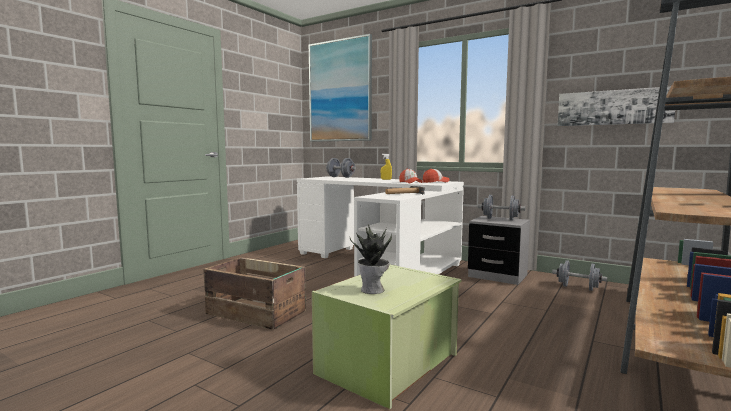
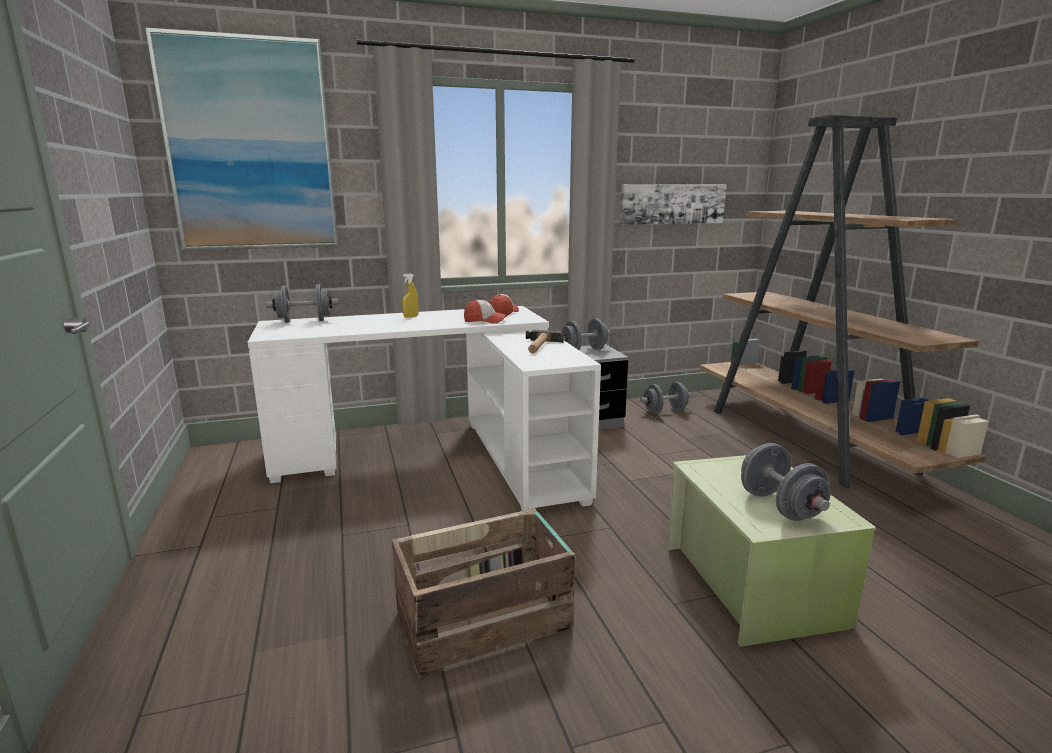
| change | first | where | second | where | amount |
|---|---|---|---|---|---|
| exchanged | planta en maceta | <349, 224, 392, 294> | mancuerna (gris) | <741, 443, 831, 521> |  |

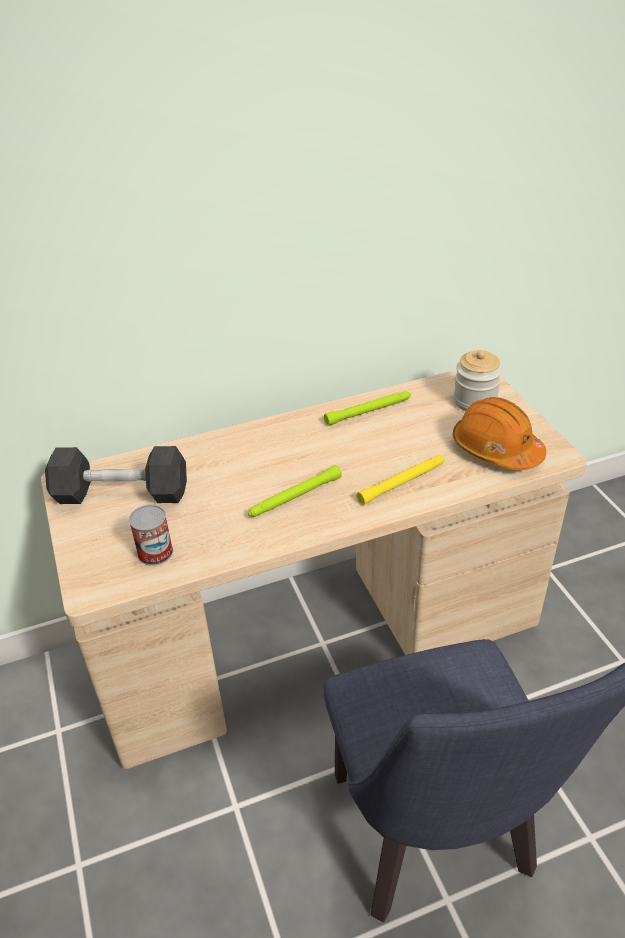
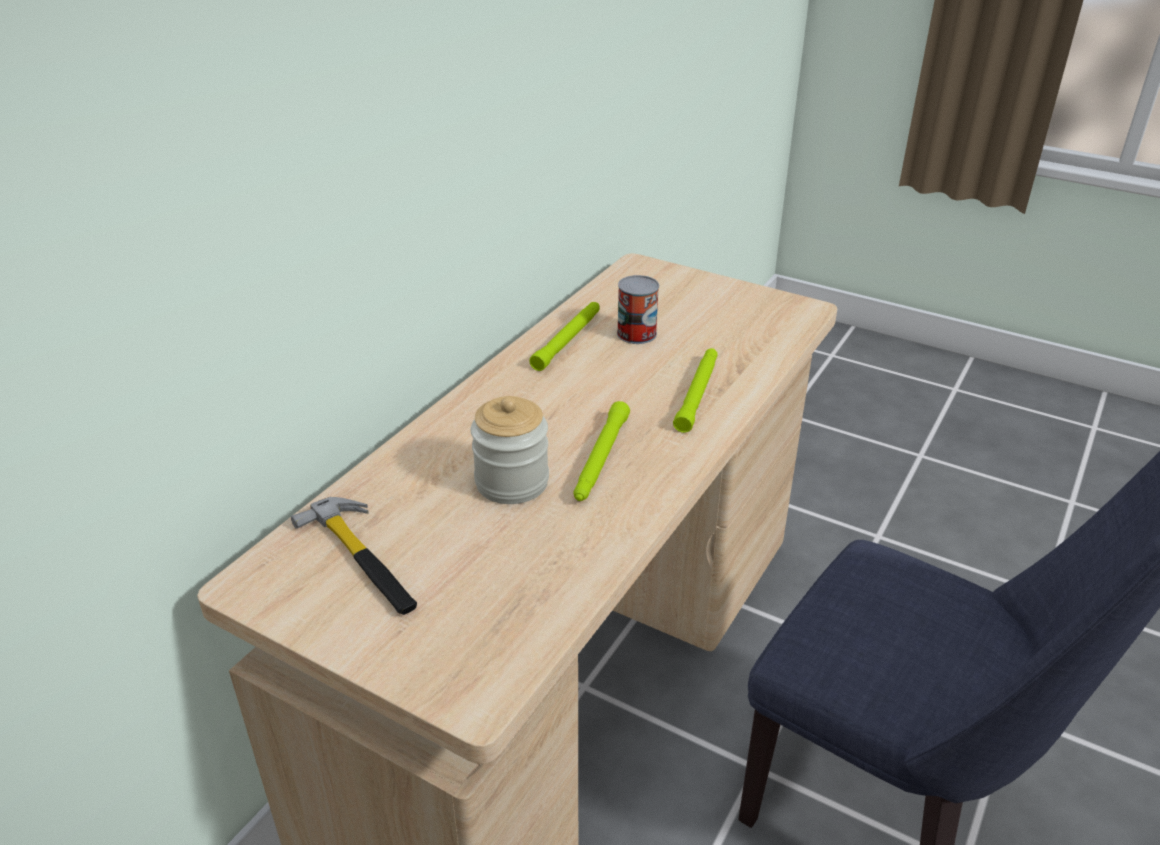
| change | first | where | second | where | amount |
|---|---|---|---|---|---|
| exchanged | mancuerna (gris) | <45, 446, 187, 504> | martillo | <291, 497, 417, 615> |  |
| relocated | lata | <129, 505, 173, 566> |  | <617, 275, 659, 344> |  |
| colour | linterna (amarillo) | <357, 455, 445, 505> | linterna (verde) | <673, 348, 718, 433> |  |
| missing | casco (naranja) | <453, 397, 546, 470> |  |  |  |
| relocated | tarro | <454, 350, 502, 411> |  | <471, 396, 549, 504> |  |

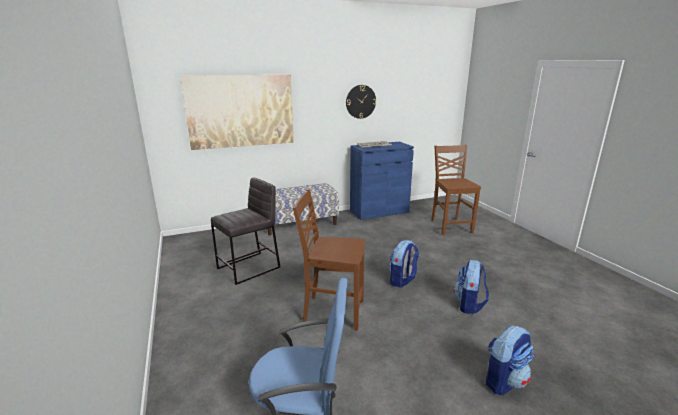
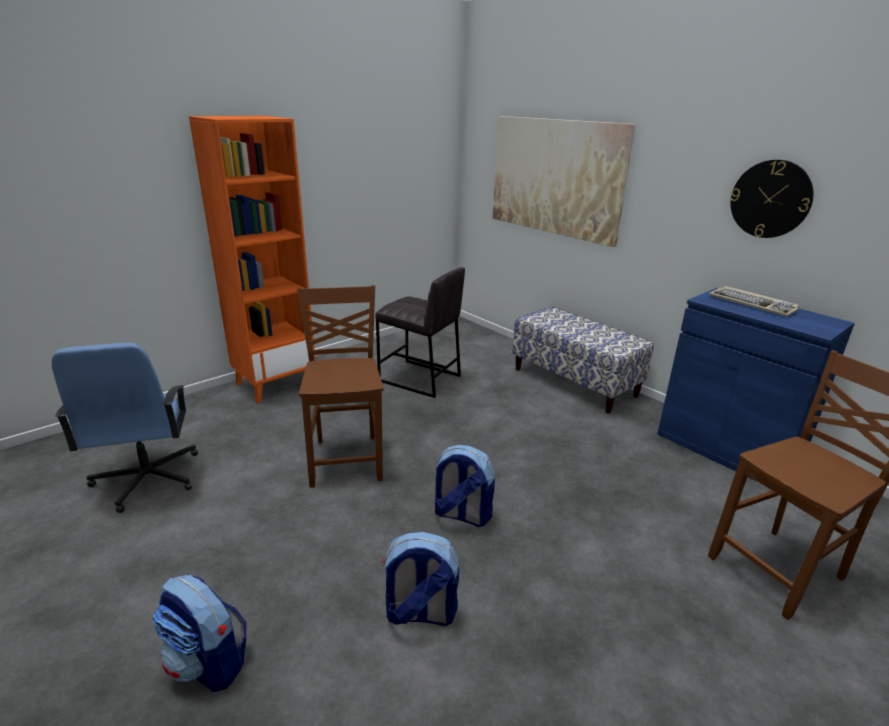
| change | first | where | second | where | amount |
|---|---|---|---|---|---|
| appeared |  |  | estantería (naranja) | <189, 116, 315, 403> |  |

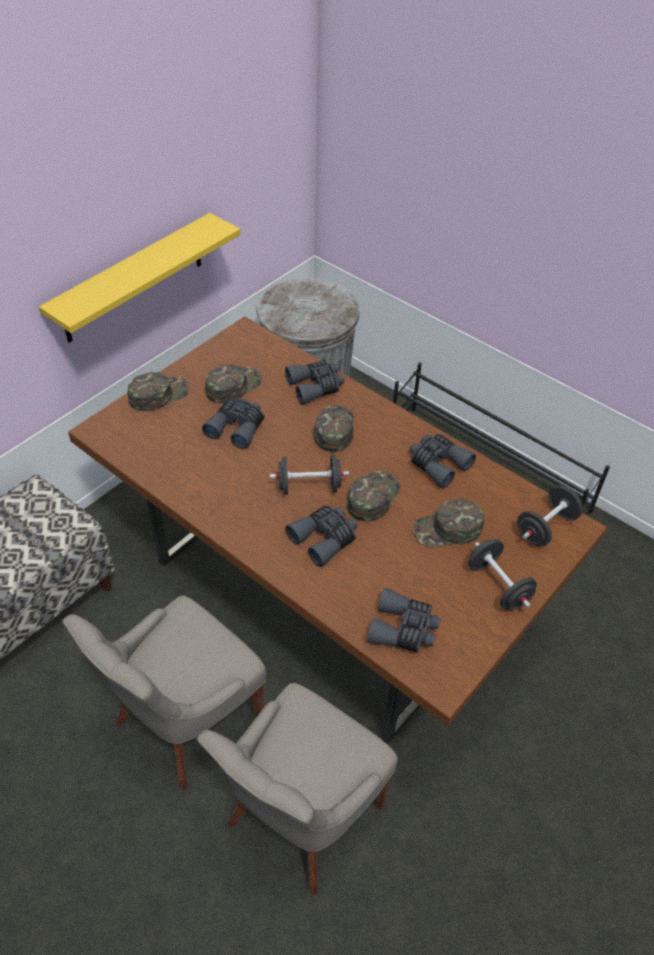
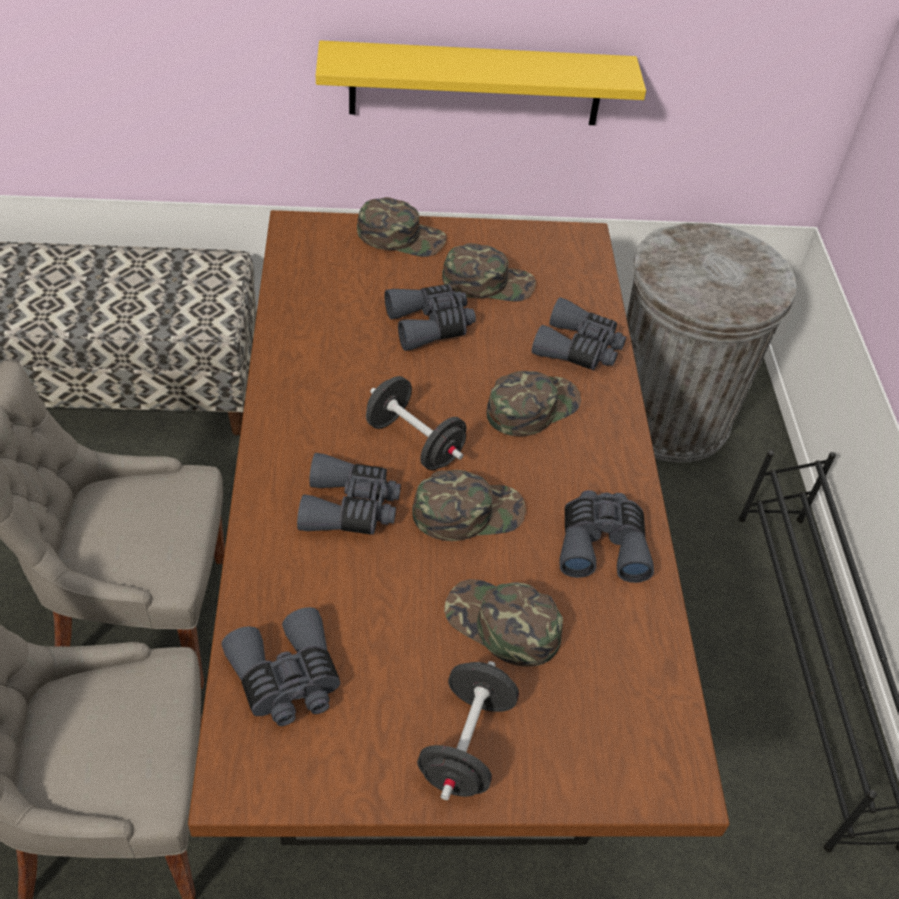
| change | first | where | second | where | amount |
|---|---|---|---|---|---|
| missing | mancuerna (negro) | <517, 485, 583, 547> |  |  |  |

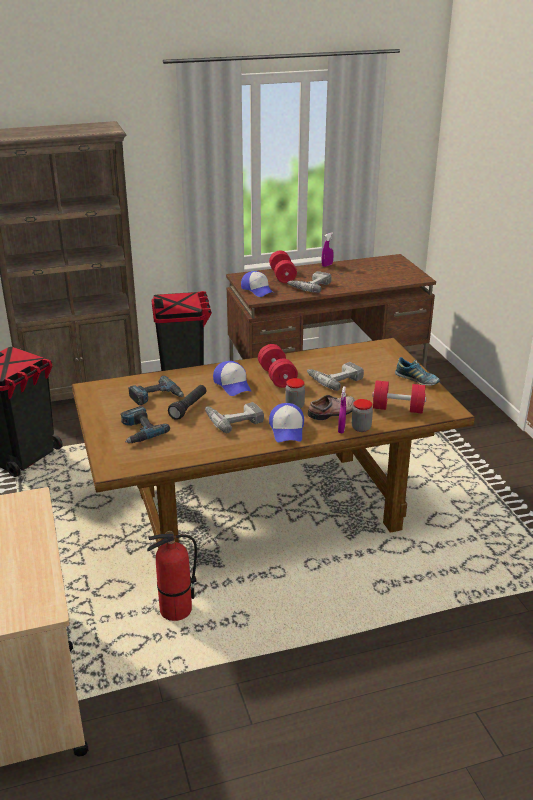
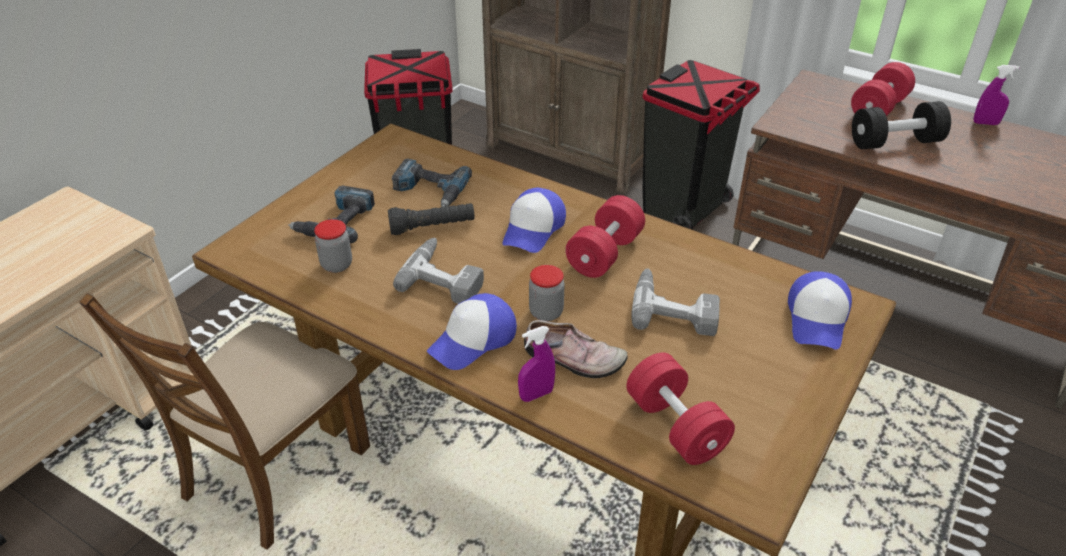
| change | first | where | second | where | amount |
|---|---|---|---|---|---|
| exchanged | extintor | <147, 531, 197, 621> | silla (marrón) | <79, 293, 370, 550> |  |
| relocated | gorra | <241, 271, 273, 297> |  | <788, 271, 852, 350> |  |
| exchanged | taladro | <287, 271, 332, 293> | mancuerna (negro) | <852, 101, 951, 149> |  |
| relocated | tarro | <352, 399, 373, 432> |  | <314, 219, 352, 273> |  |
| missing | zapato | <395, 357, 440, 386> |  |  |  |

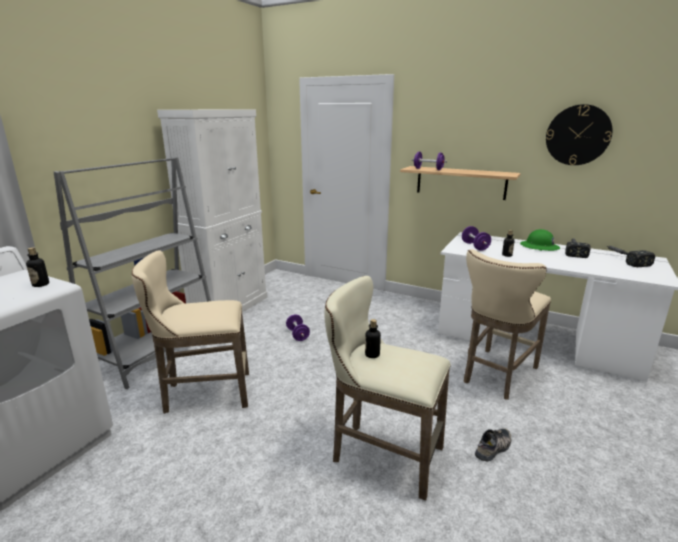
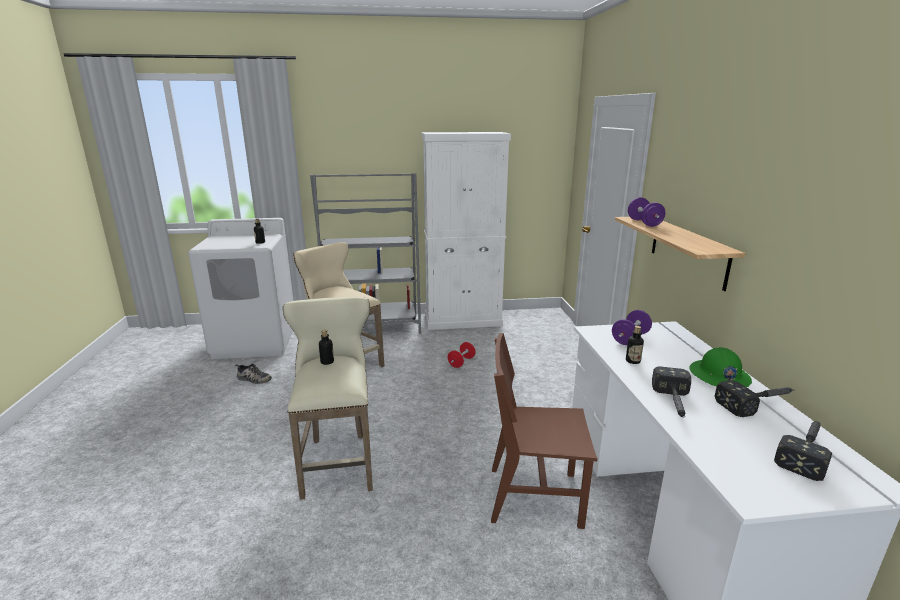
| change | first | where | second | where | amount |
|---|---|---|---|---|---|
| colour | mancuerna (morado) | <286, 314, 310, 341> | mancuerna (rojo) | <448, 342, 476, 368> |  |
| exchanged | taburete (beis) | <463, 249, 551, 400> | silla (marrón) | <491, 333, 597, 529> |  |
| relocated | zapato | <475, 428, 511, 461> |  | <235, 364, 272, 384> |  |
| missing | reloj de pared | <546, 104, 612, 165> |  |  |  |
| appeared |  |  | martillo | <652, 366, 691, 417> |  |

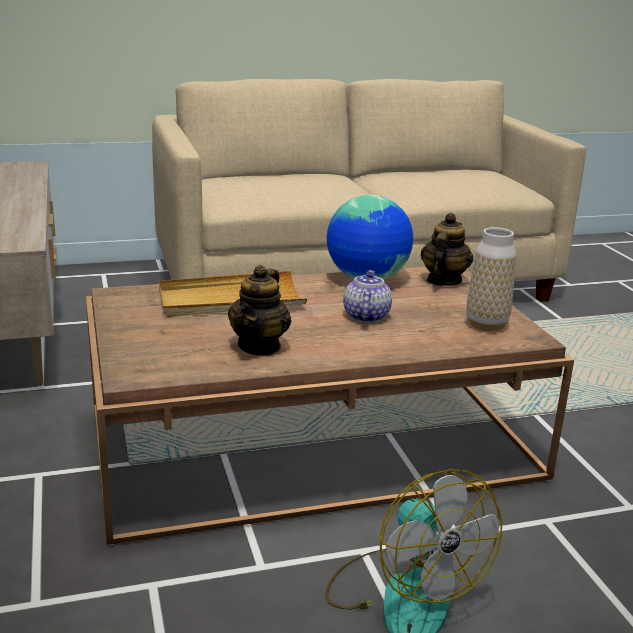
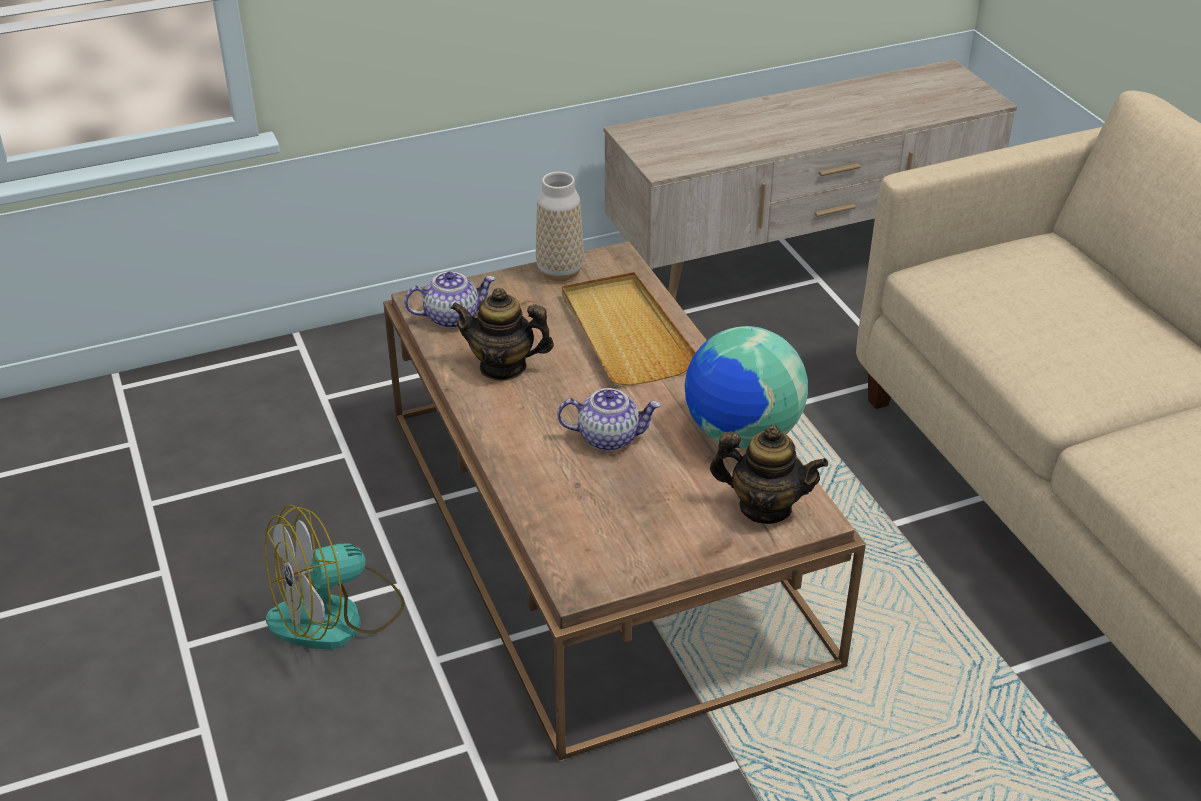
| change | first | where | second | where | amount |
|---|---|---|---|---|---|
| relocated | florero | <466, 227, 516, 332> |  | <536, 172, 584, 281> |  |
| appeared |  |  | tetera | <404, 272, 495, 328> |  |

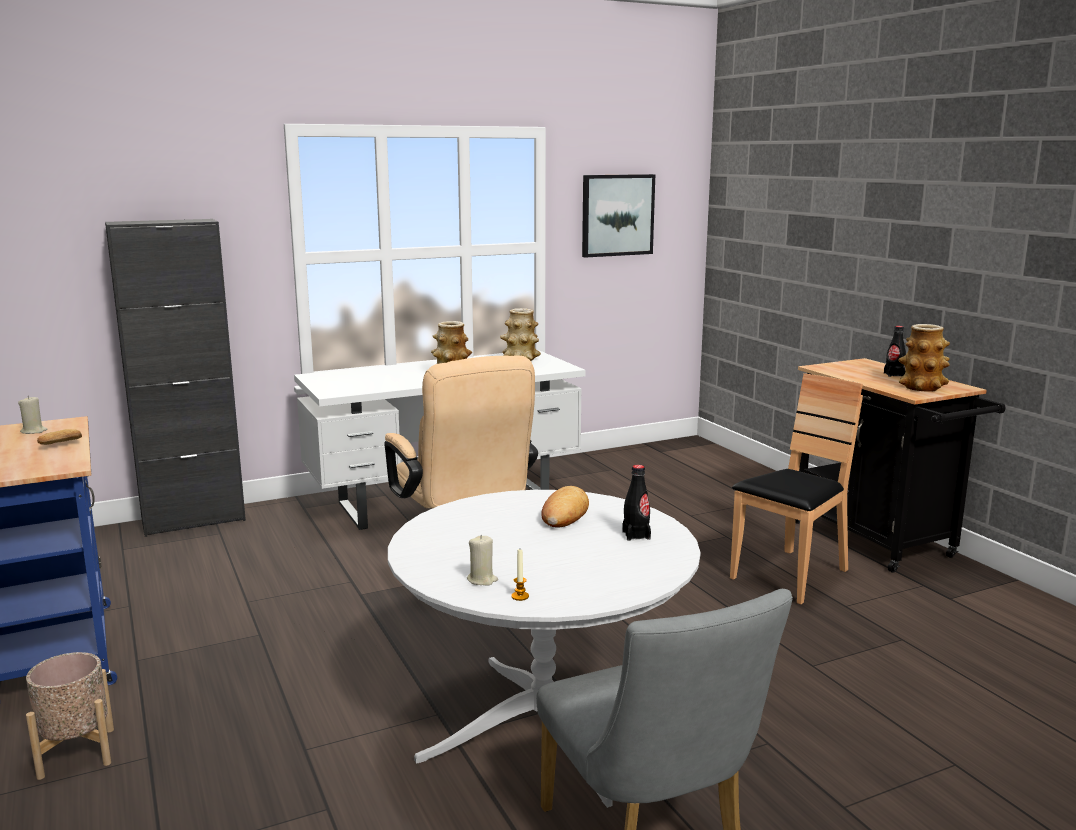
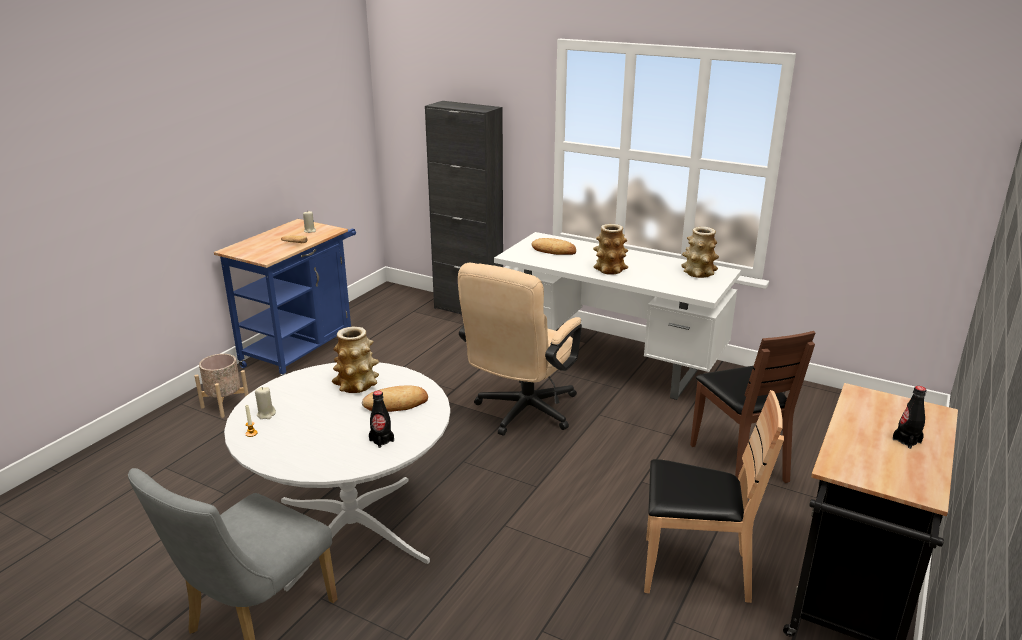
| change | first | where | second | where | amount |
|---|---|---|---|---|---|
| missing | cuadro | <582, 174, 655, 258> |  |  |  |
| relocated | florero | <898, 324, 950, 392> |  | <332, 326, 379, 393> |  |
| appeared |  |  | pan | <531, 238, 576, 255> |  |
| appeared |  |  | silla (marrón) | <690, 331, 815, 483> |  |

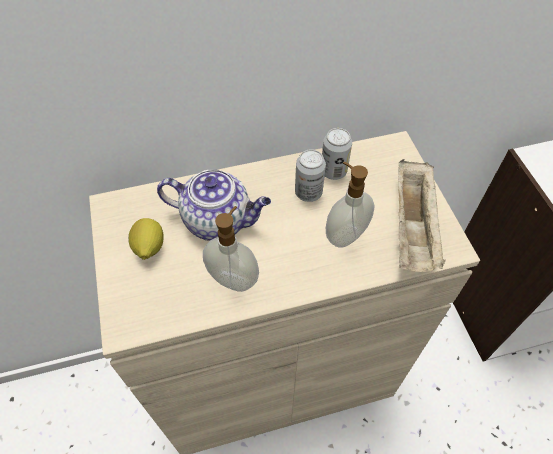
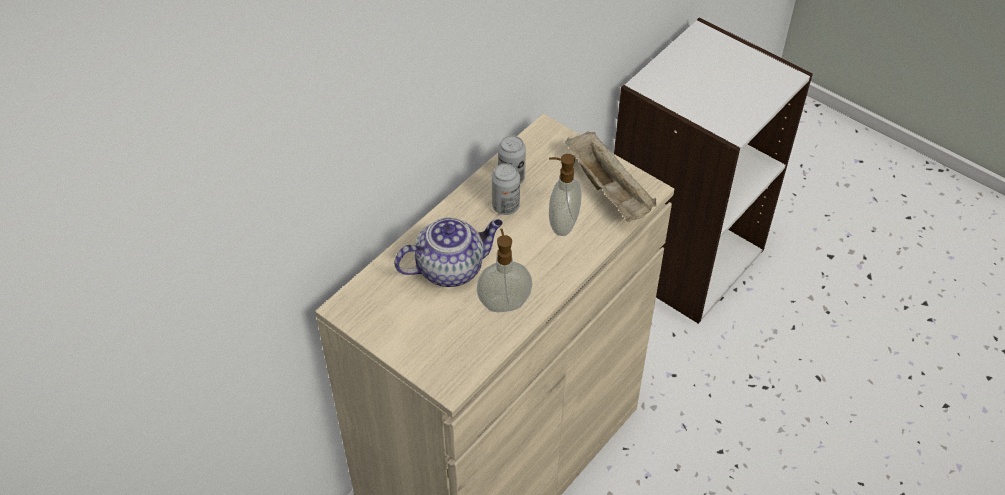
| change | first | where | second | where | amount |
|---|---|---|---|---|---|
| missing | limón | <128, 218, 164, 260> |  |  |  |

